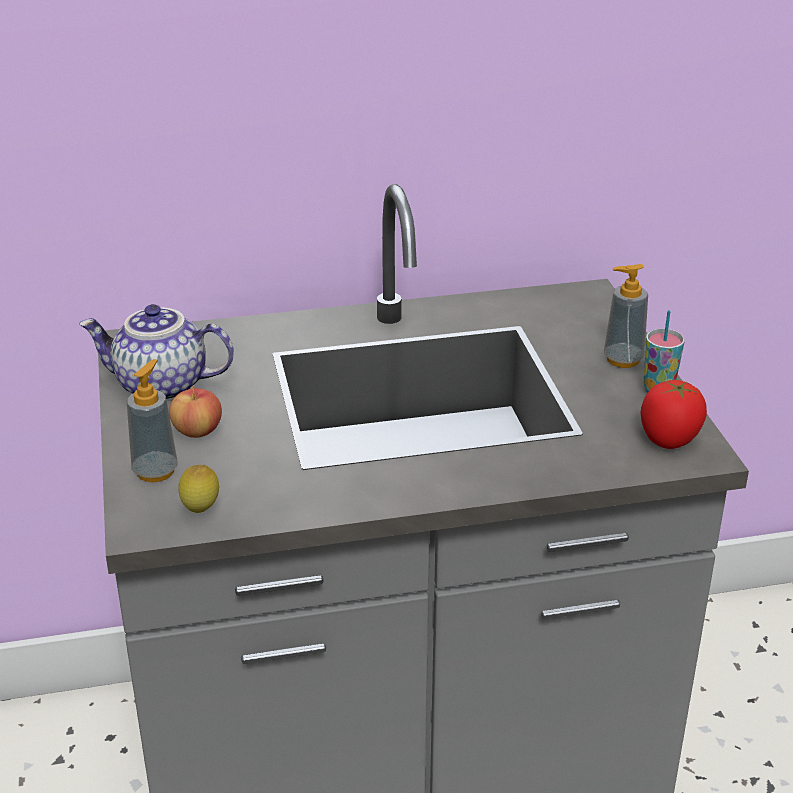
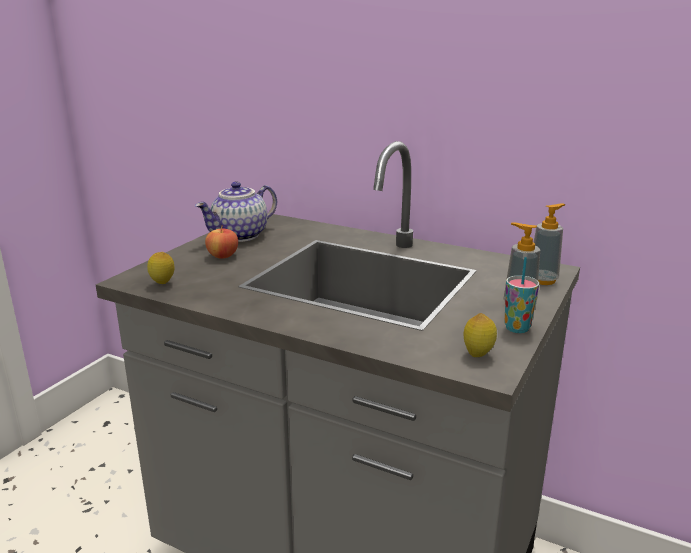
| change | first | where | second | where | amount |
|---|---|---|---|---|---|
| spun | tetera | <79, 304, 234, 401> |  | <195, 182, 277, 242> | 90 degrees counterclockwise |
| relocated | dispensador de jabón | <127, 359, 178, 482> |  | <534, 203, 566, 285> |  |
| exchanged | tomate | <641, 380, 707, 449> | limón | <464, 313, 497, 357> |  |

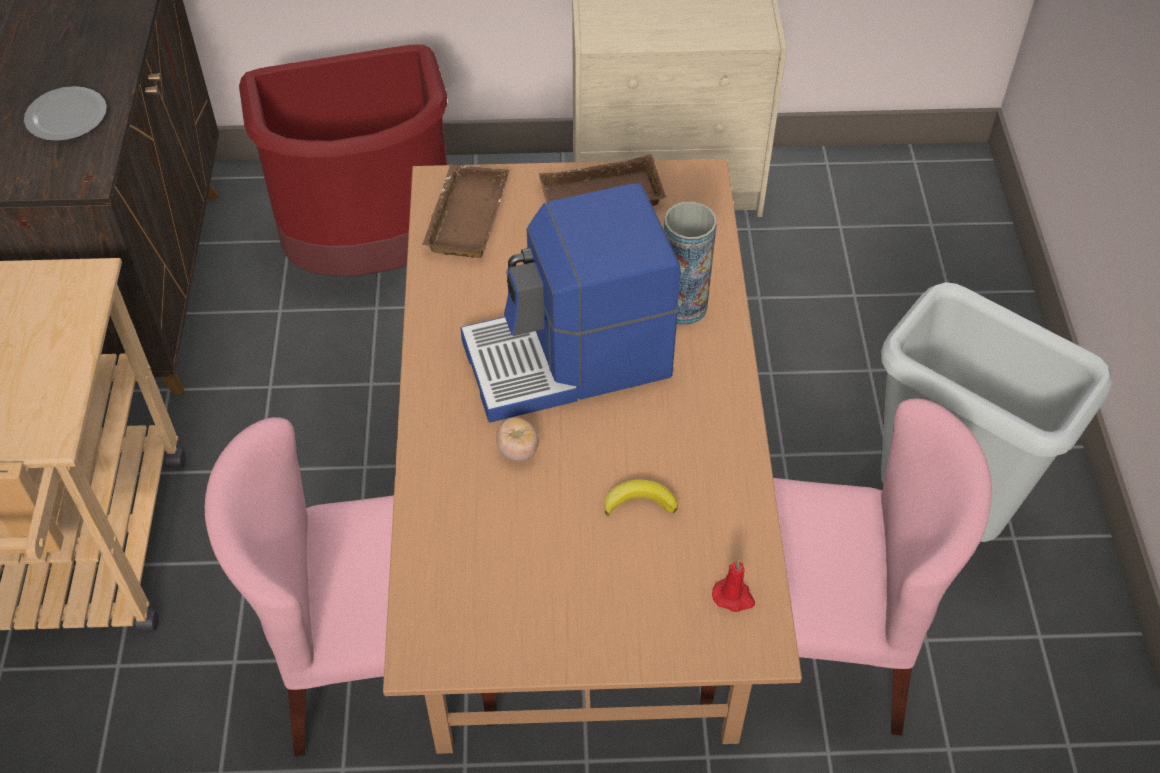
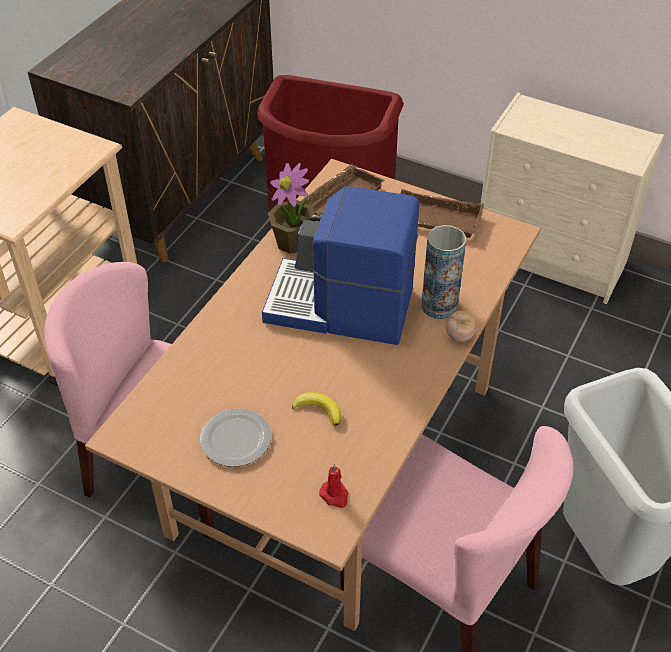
| change | first | where | second | where | amount |
|---|---|---|---|---|---|
| relocated | plato | <24, 86, 107, 141> |  | <200, 408, 272, 467> |  |
| relocated | tomate | <496, 417, 539, 462> |  | <446, 311, 476, 342> |  |
| appeared |  |  | planta en maceta | <268, 163, 315, 254> |  |

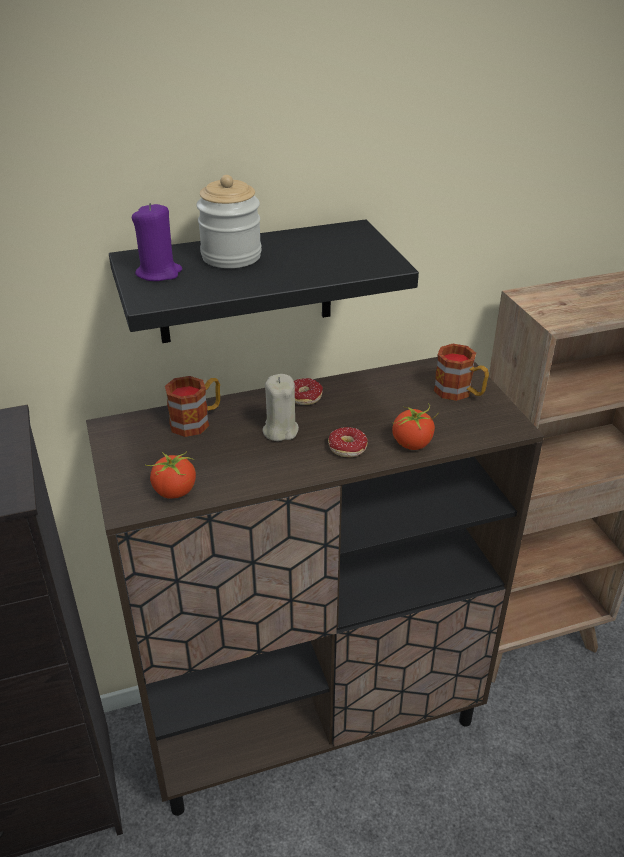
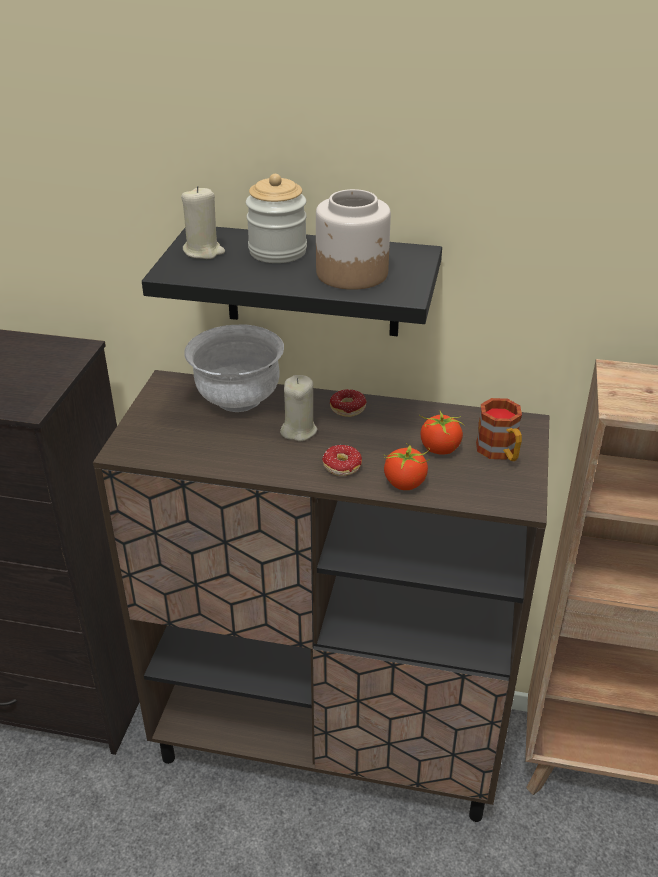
| change | first | where | second | where | amount |
|---|---|---|---|---|---|
| colour | vela (morado) | <132, 203, 182, 281> | vela (beis) | <181, 186, 225, 259> |  |
| relocated | tomate | <145, 451, 196, 499> |  | <419, 411, 465, 455> |  |
| exchanged | taza grande | <165, 376, 220, 437> | cuenco (blanco) | <184, 324, 284, 412> |  |
| appeared |  |  | tarro | <316, 189, 391, 290> |  |

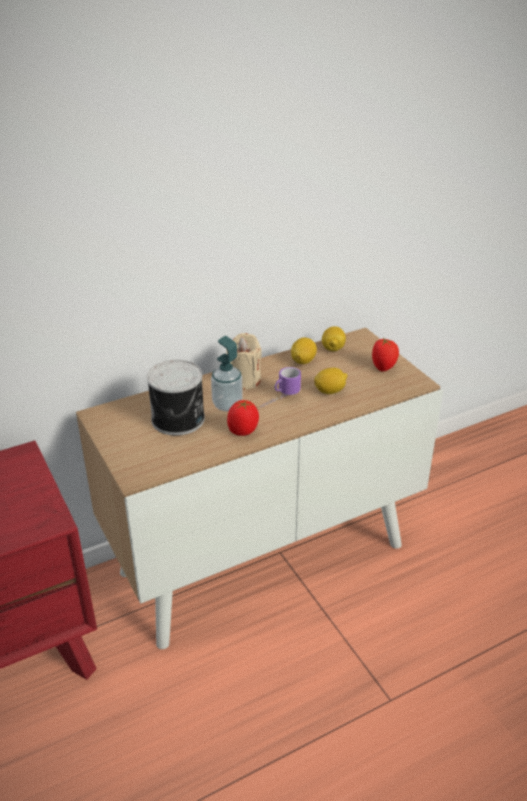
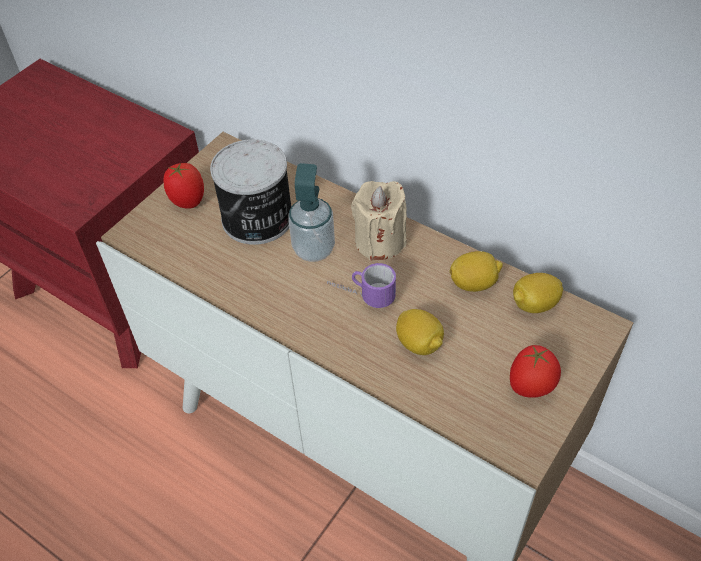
| change | first | where | second | where | amount |
|---|---|---|---|---|---|
| relocated | tomate | <227, 400, 259, 436> |  | <164, 163, 204, 209> |  |

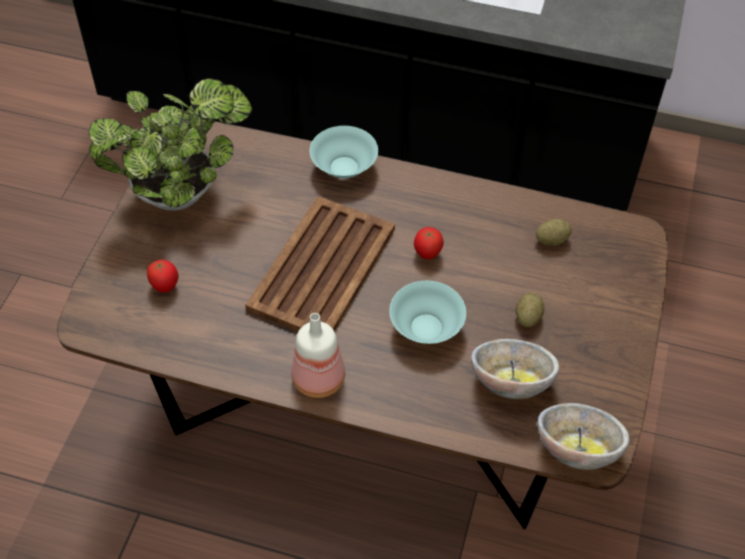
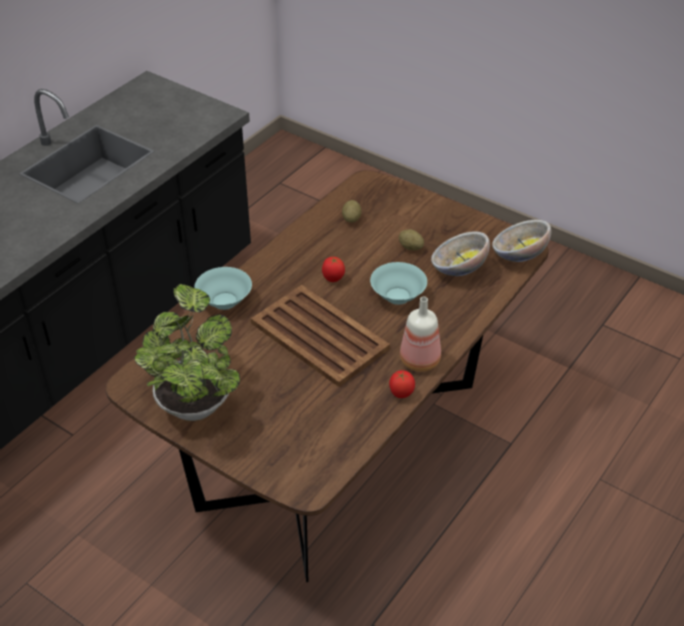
| change | first | where | second | where | amount |
|---|---|---|---|---|---|
| relocated | tomate | <147, 259, 178, 293> |  | <389, 370, 415, 398> |  |

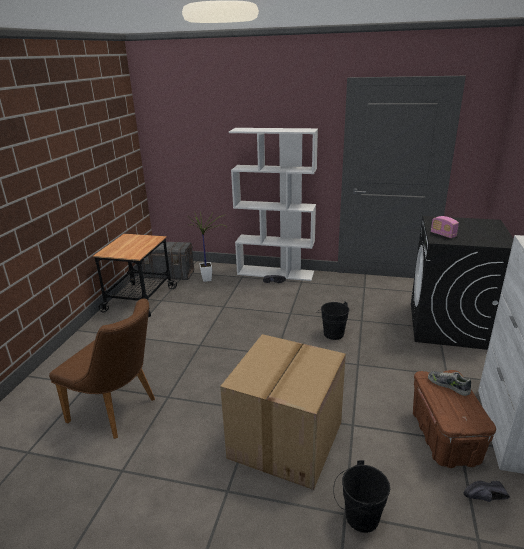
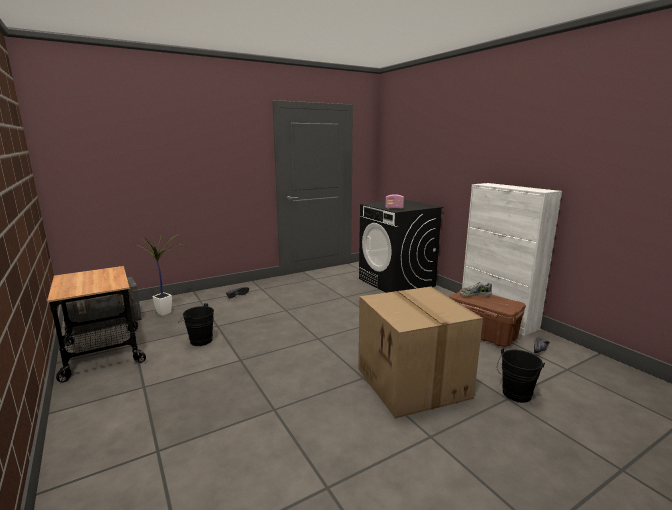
| change | first | where | second | where | amount |
|---|---|---|---|---|---|
| missing | silla (marrón) | <49, 299, 155, 439> |  |  |  |
| missing | estantería (blanco) | <229, 128, 318, 281> |  |  |  |
| relocated | cubo (negro) | <317, 302, 349, 340> |  | <178, 303, 214, 346> |  |

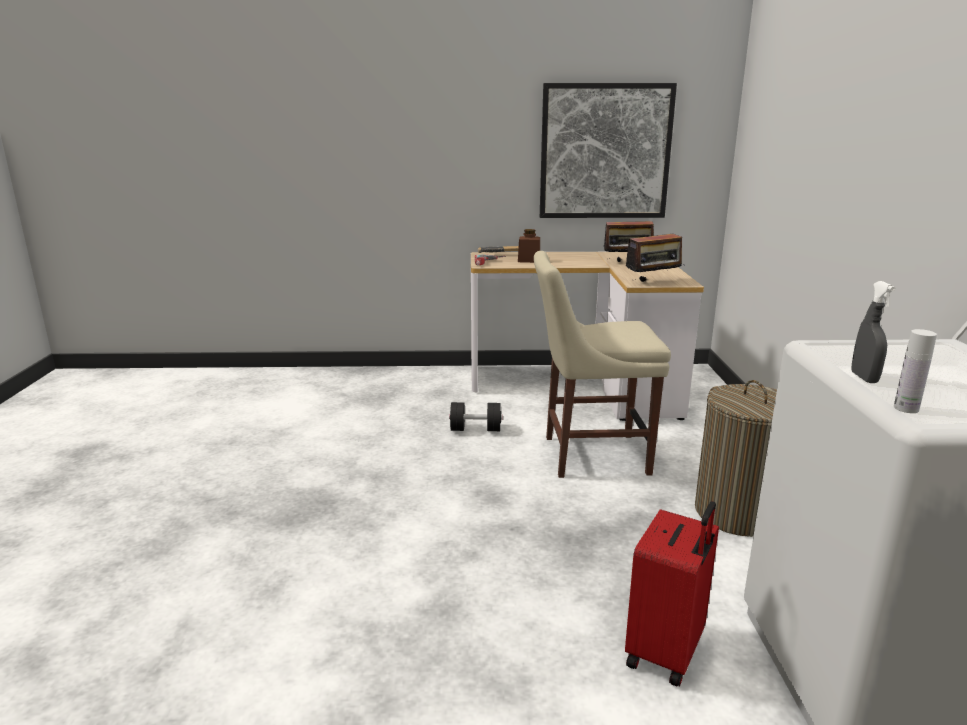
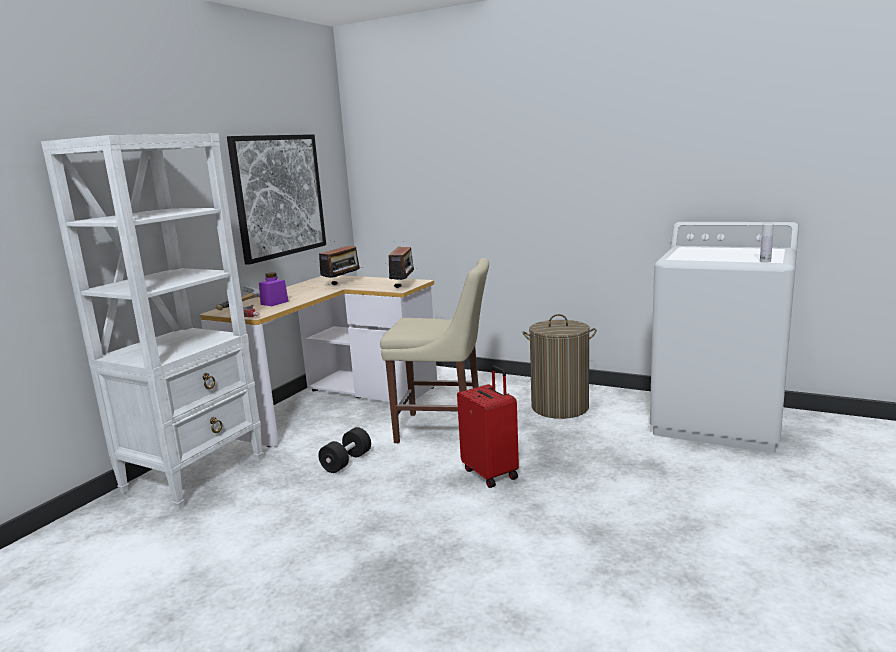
| change | first | where | second | where | amount |
|---|---|---|---|---|---|
| colour | tarro (marrón) | <518, 229, 540, 263> | tarro (morado) | <259, 273, 289, 306> |  |
| spun | silla (beis) | <534, 251, 671, 478> |  | <380, 258, 489, 443> | 105 degrees counterclockwise |
| relocated | maleta (rojo) | <625, 501, 719, 687> |  | <457, 366, 519, 488> |  |
| missing | pulverizador (gris) | <851, 281, 895, 383> |  |  |  |
| appeared |  |  | estantería (blanco) | <41, 133, 263, 510> |  |

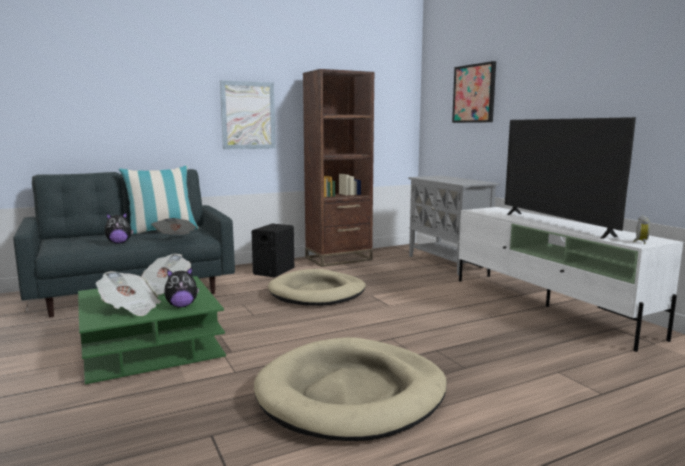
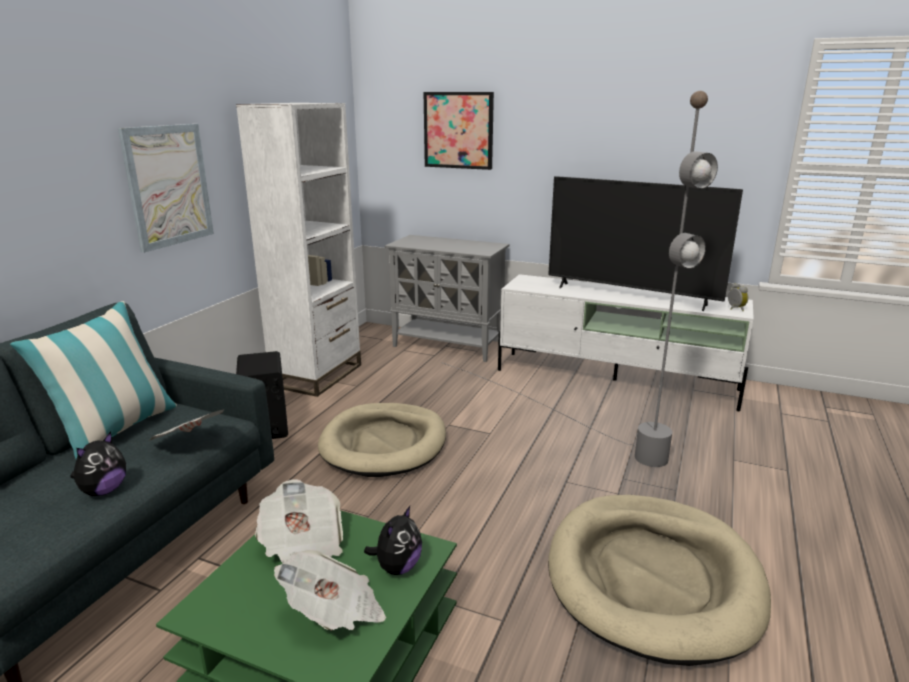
| change | first | where | second | where | amount |
|---|---|---|---|---|---|
| colour | estantería (marrón) | <303, 69, 374, 267> | estantería (blanco) | <236, 103, 361, 397> |  |
| appeared |  |  | lámpara de pie (gris) | <443, 91, 718, 467> |  |

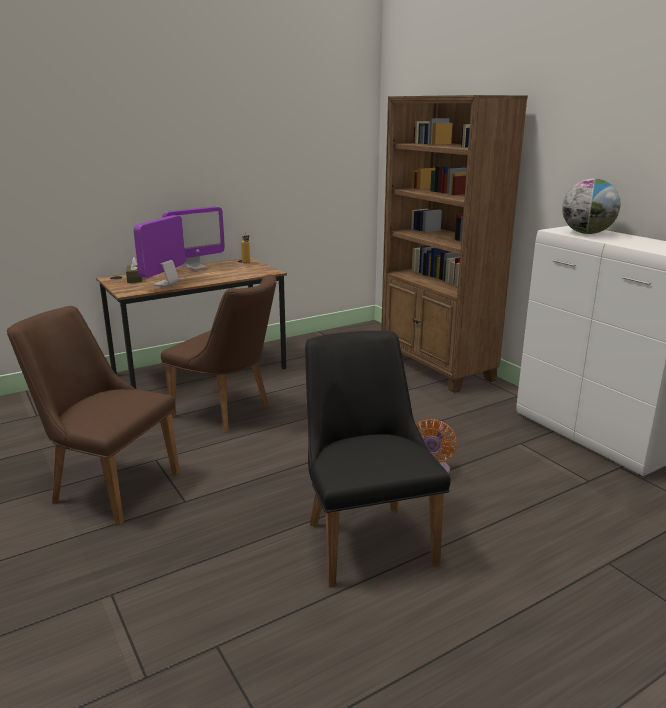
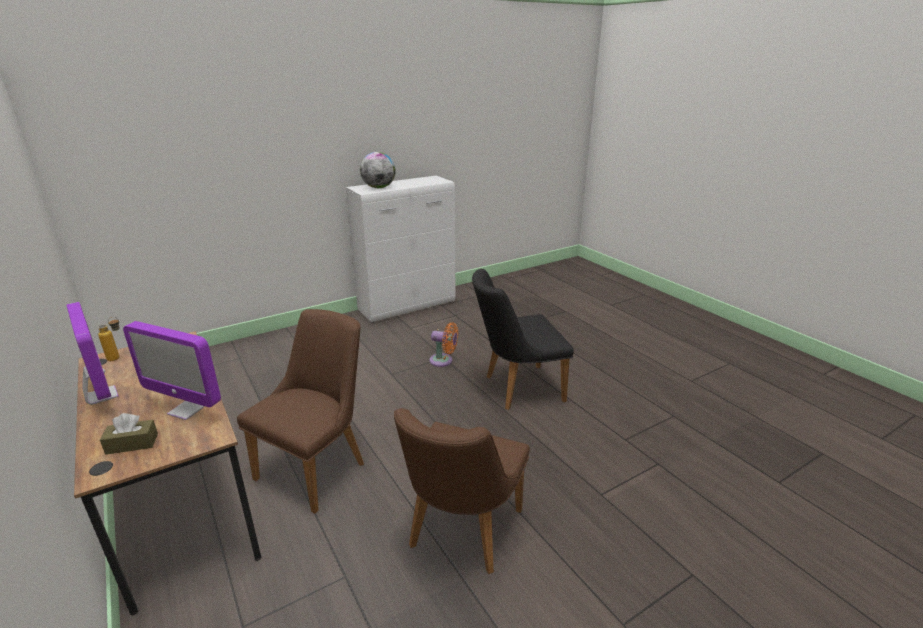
| change | first | where | second | where | amount |
|---|---|---|---|---|---|
| missing | estantería (marrón) | <381, 95, 528, 393> |  |  |  |

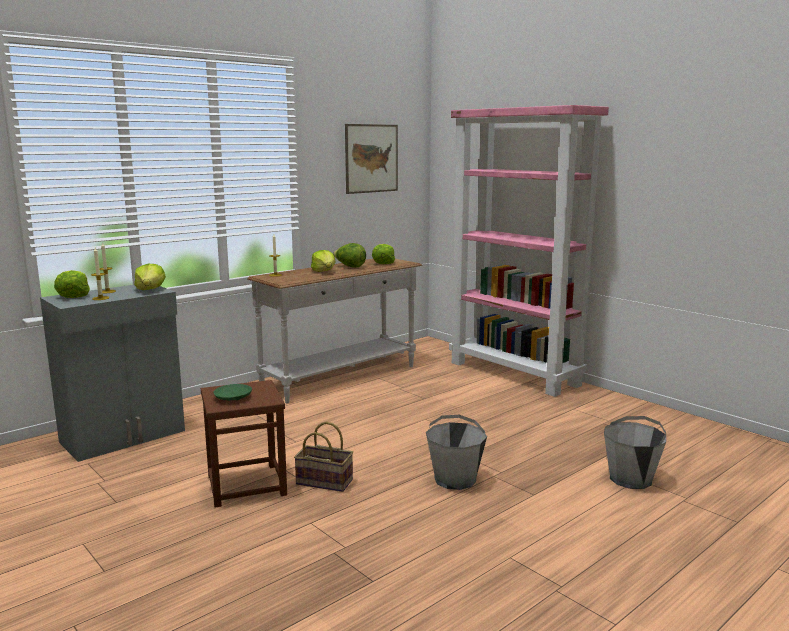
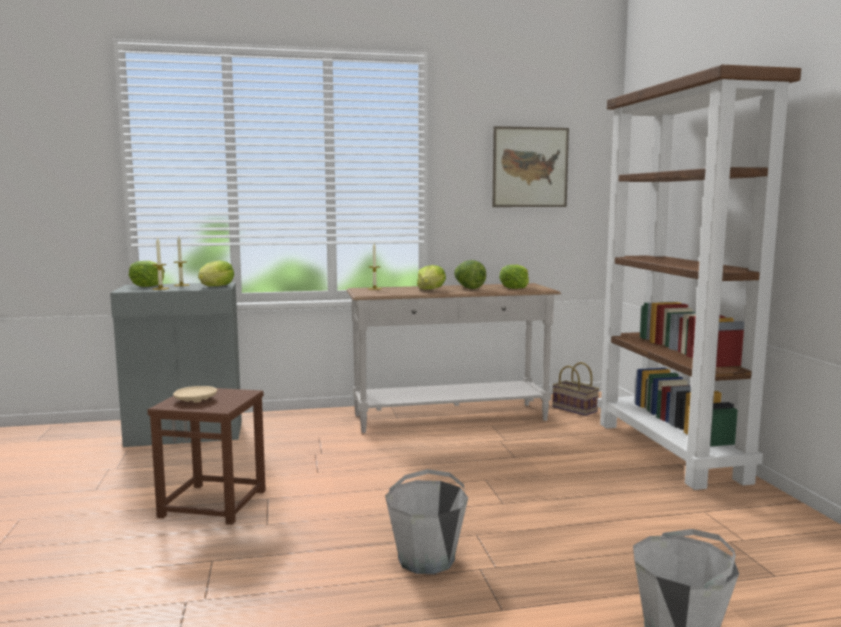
| change | first | where | second | where | amount |
|---|---|---|---|---|---|
| colour | plato (verde) | <213, 384, 252, 401> | plato (beis) | <173, 386, 217, 403> |  |
| relocated | cesta | <294, 421, 353, 492> |  | <552, 362, 599, 416> |  |
| colour | estantería (rosa) | <449, 105, 609, 397> | estantería (marrón) | <597, 65, 801, 490> |  |

